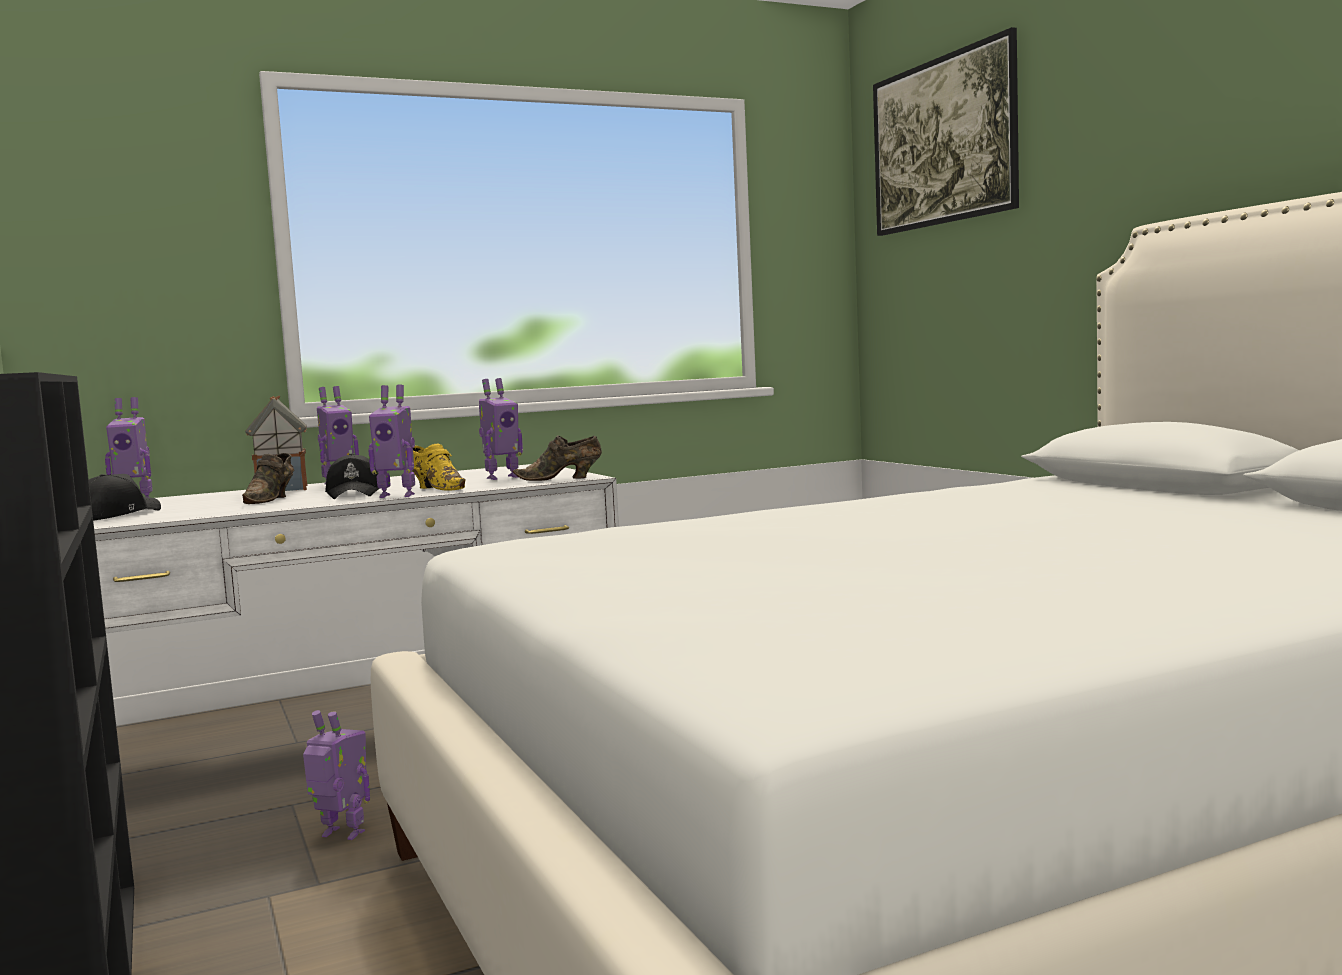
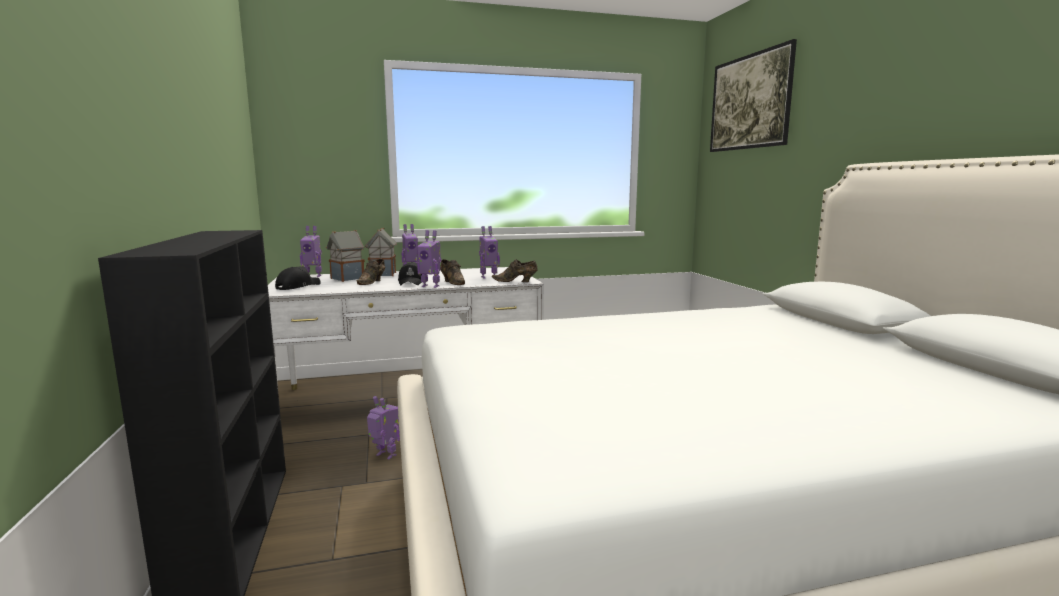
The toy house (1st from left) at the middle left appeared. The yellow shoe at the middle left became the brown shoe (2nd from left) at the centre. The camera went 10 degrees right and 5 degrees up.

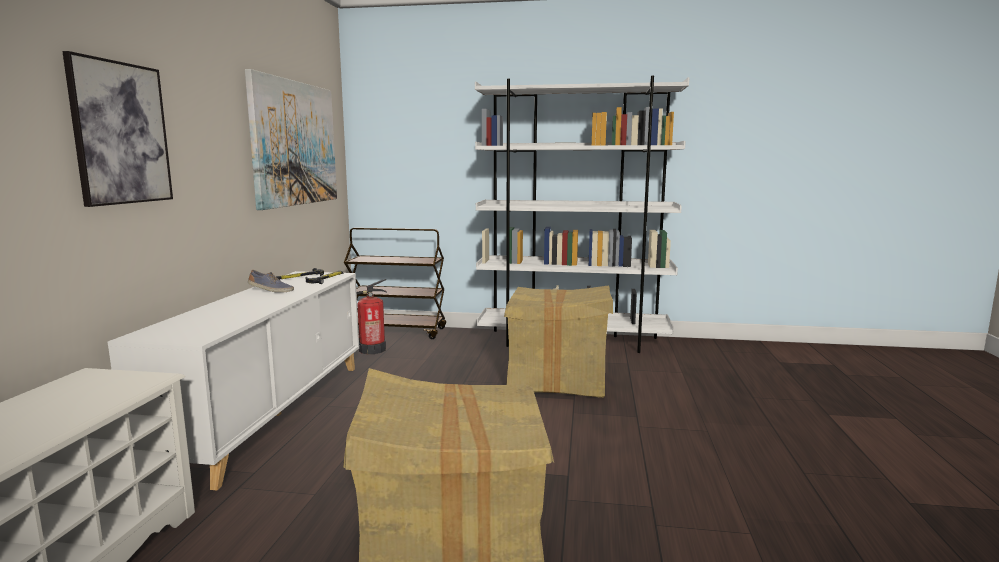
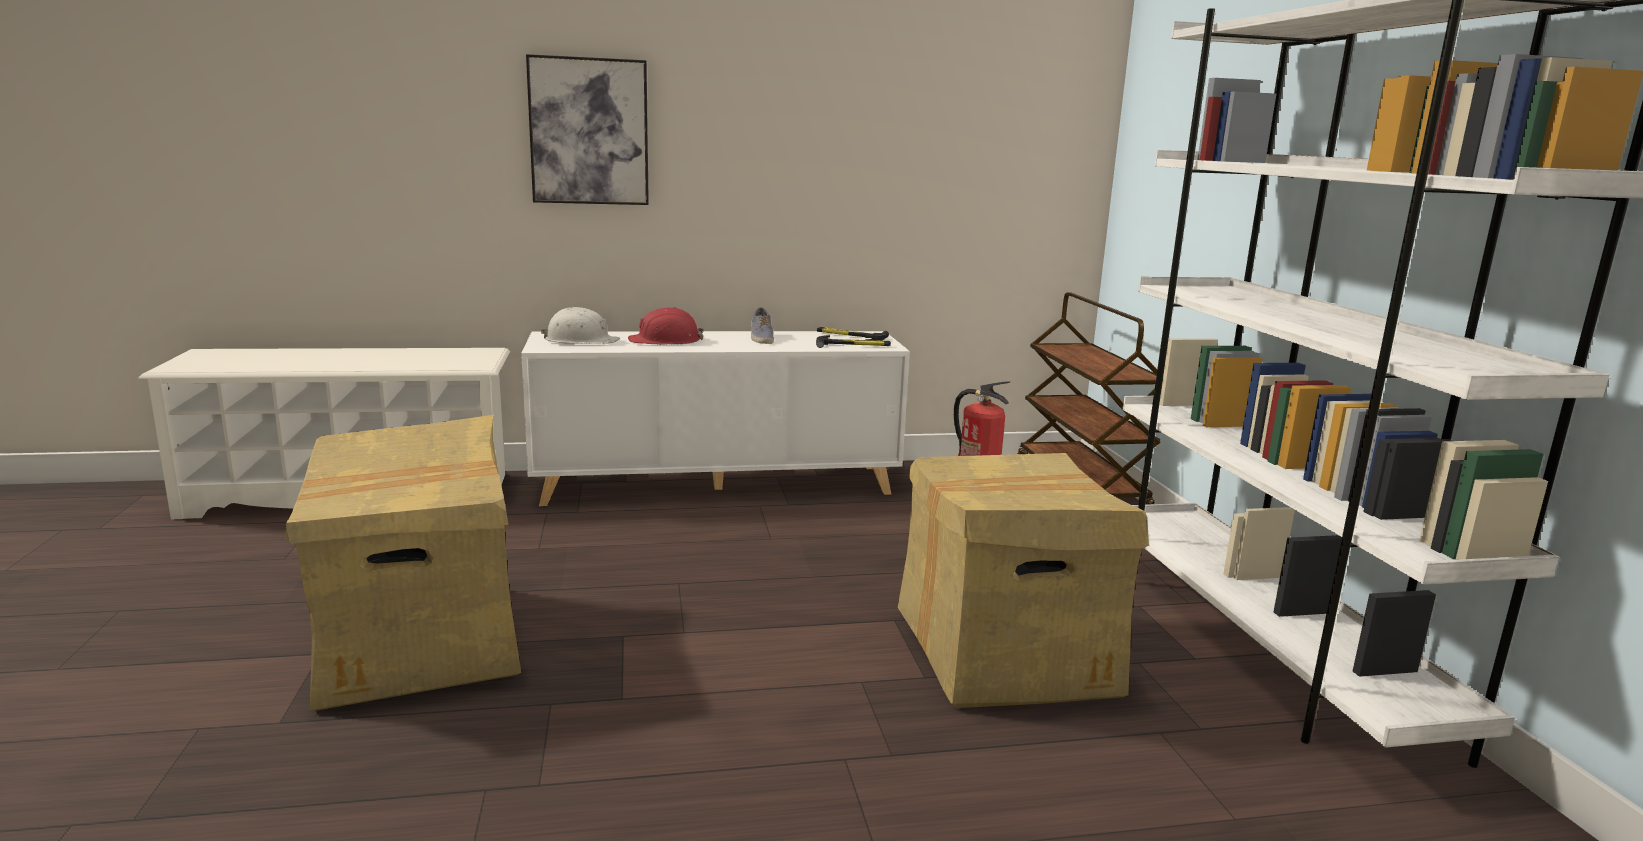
The picture (2nd from left) at the top left disappeared. The white hard hat at the centre appeared. The red hard hat at the centre appeared. The camera went 70 degrees right and 5 degrees up.

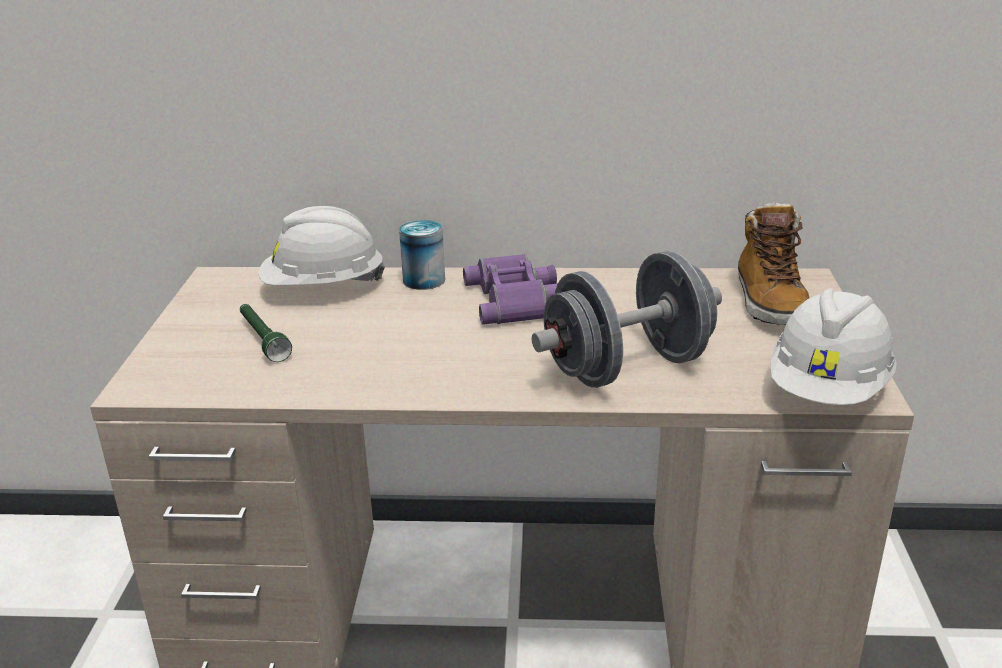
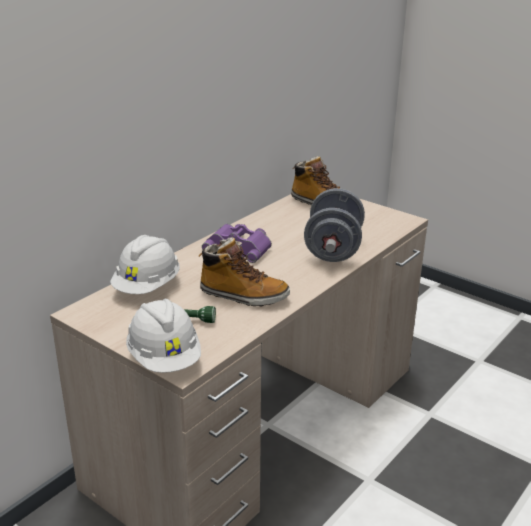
The can at the centre disappeared. The boot (1st from left) at the centre appeared. The white hard hat (2nd from left) moved from the middle right to the middle left. The camera went 55 degrees left and 0 degrees up.

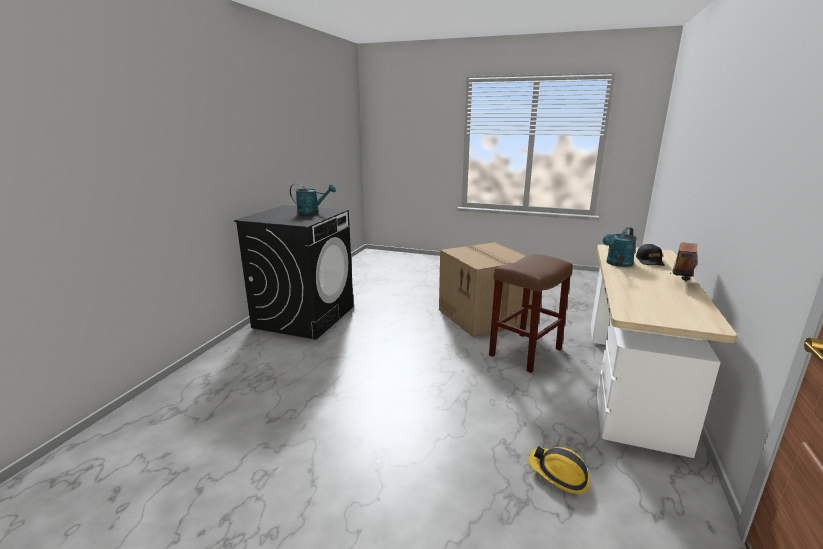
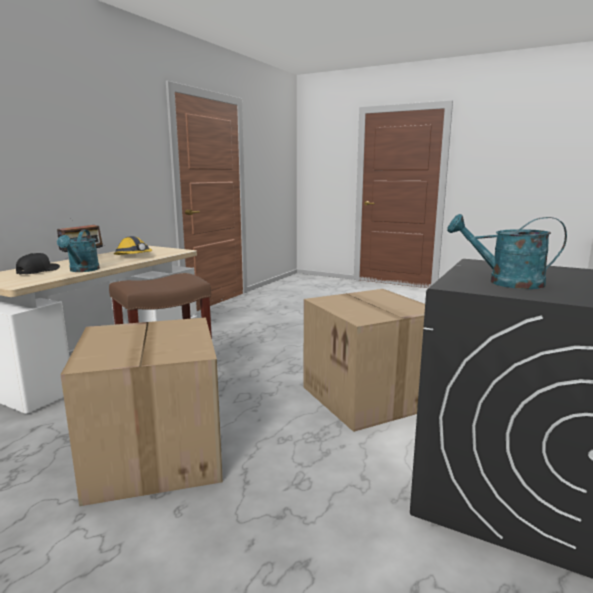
The cardboard box (2nd from left) at the centre appeared. The hard hat moved from the bottom right to the middle left. The turquoise watering can (2nd from left in the first image) at the middle right turned 120 degrees clockwise. The camera went 170 degrees left and 5 degrees down.

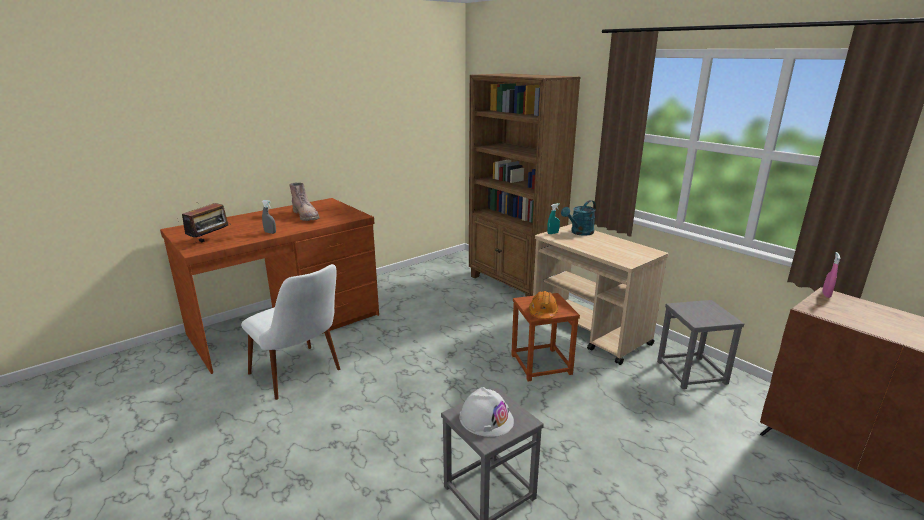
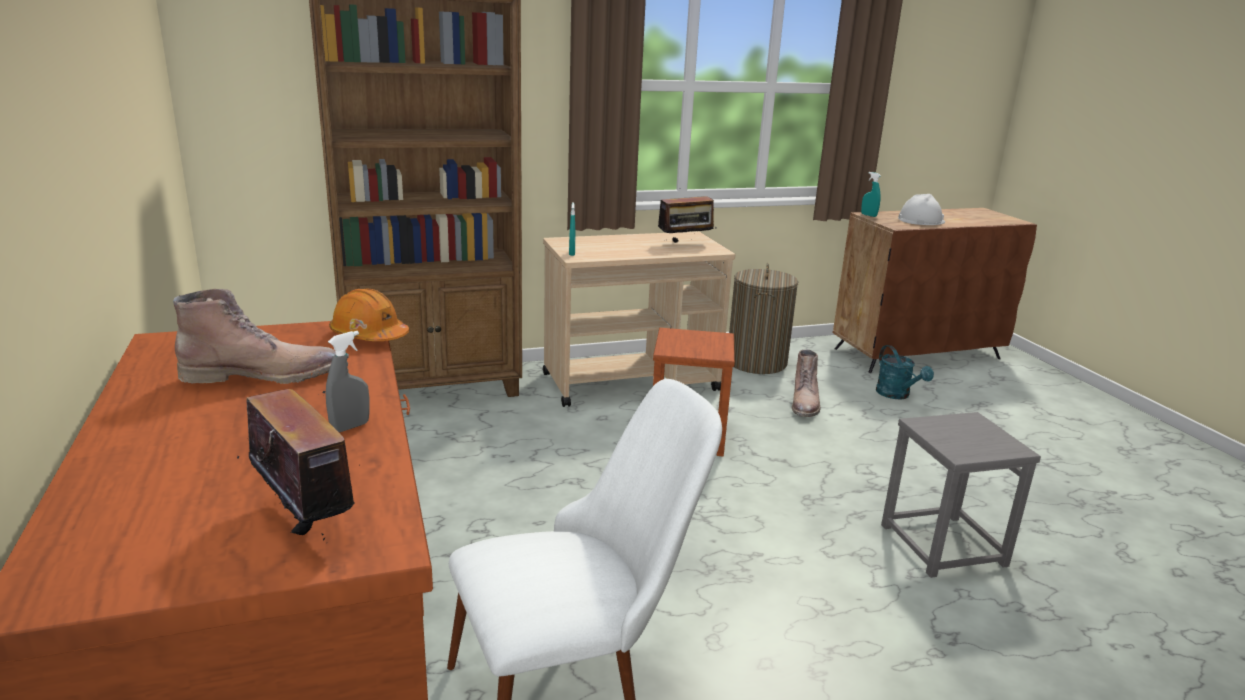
The radio (2nd from left) at the top centre appeared. The brown boot (2nd from left) at the centre appeared. The white hard hat moved from the bottom centre to the top right. The orange hard hat moved from the centre to the middle left. The turquoise watering can moved from the centre to the middle right. The grey stool (2nd from left) at the middle right was replaced by the laundry basket at the centre. The pink spray bottle at the middle right became the turquoise spray bottle (2nd from left) at the top right. The camera went 70 degrees left and 0 degrees up.

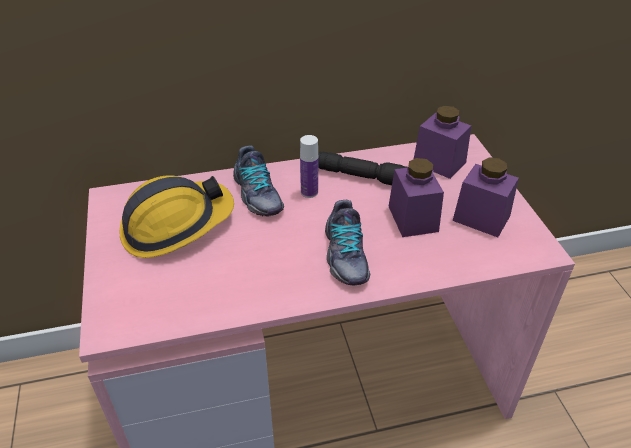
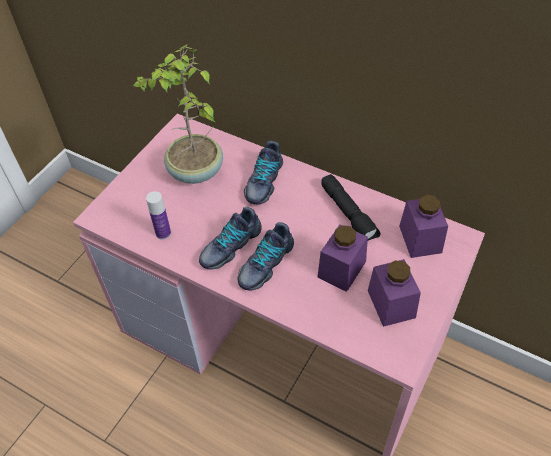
The shoe (1st from left) at the centre appeared. The bottle moved from the centre to the middle left. The hard hat at the middle left was replaced by the potted plant at the top left. The camera went 45 degrees right and 10 degrees up.

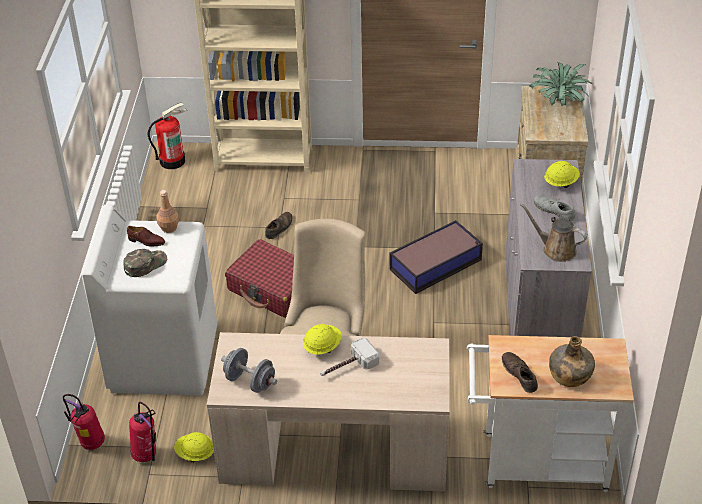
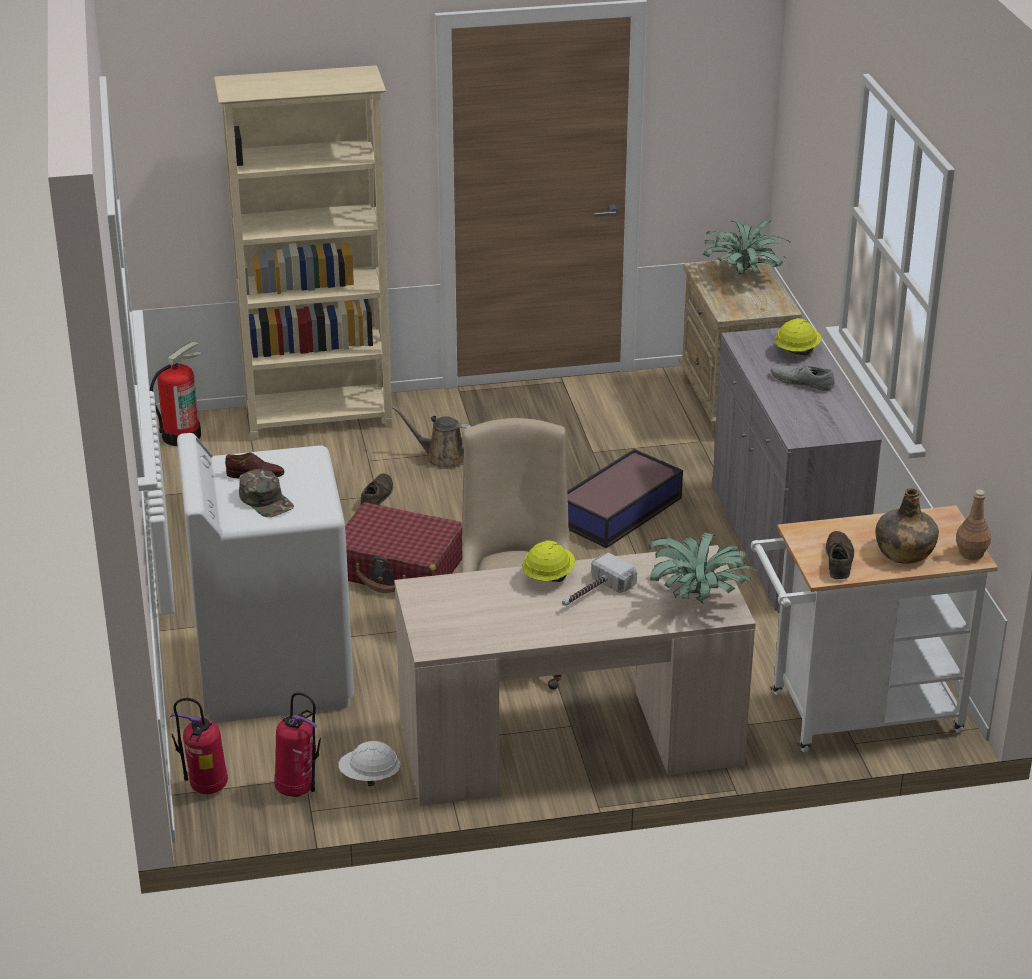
The grey dumbbell at the bottom centre disappeared. The potted plant (1st from left) at the middle right appeared. The brown bottle moved from the middle left to the middle right. The brown watering can moved from the middle right to the centre. The yellow hard hat (1st from left) at the bottom left became the white hard hat at the bottom centre. The green cap at the middle left turned 105 degrees clockwise. The brown shoe (3rd from left) at the bottom right turned 45 degrees clockwise. The camera went 15 degrees left and 10 degrees down.

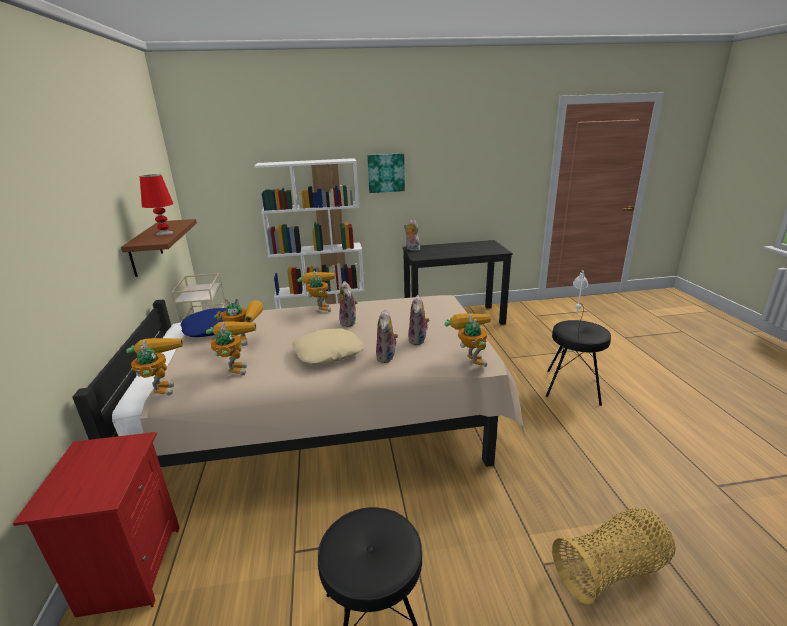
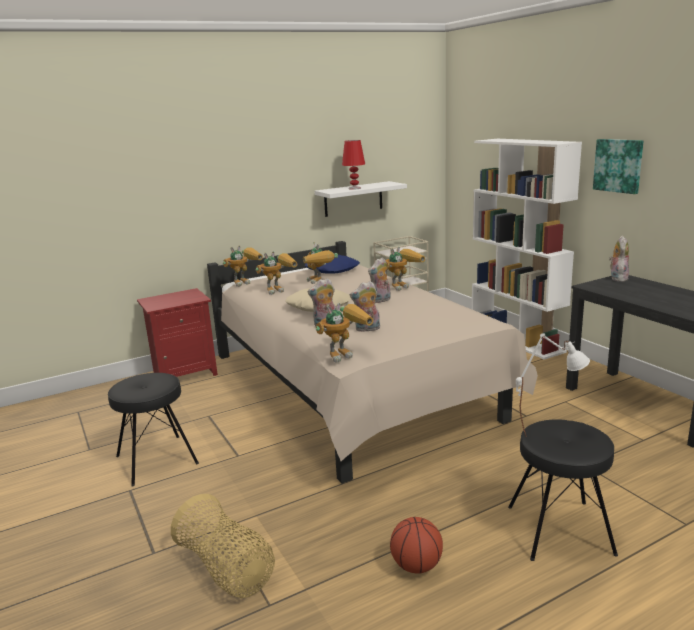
The basketball at the bottom centre appeared. The brown shelf at the middle left became the white shelf at the top centre. The camera went 70 degrees right and 5 degrees down.

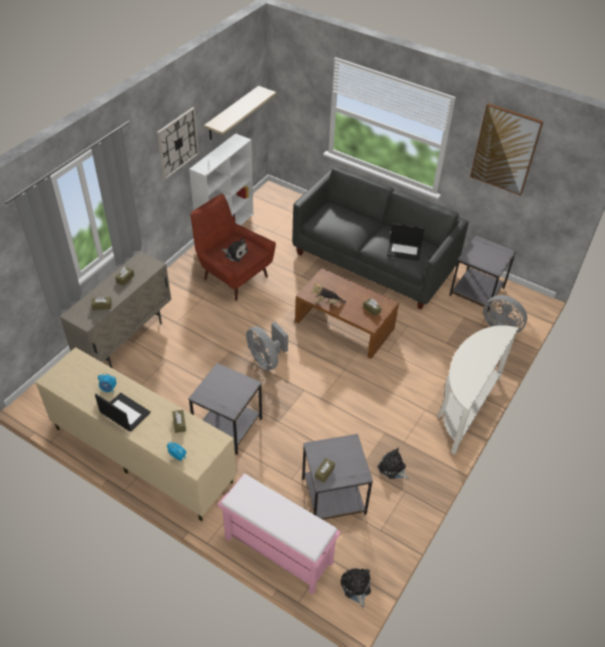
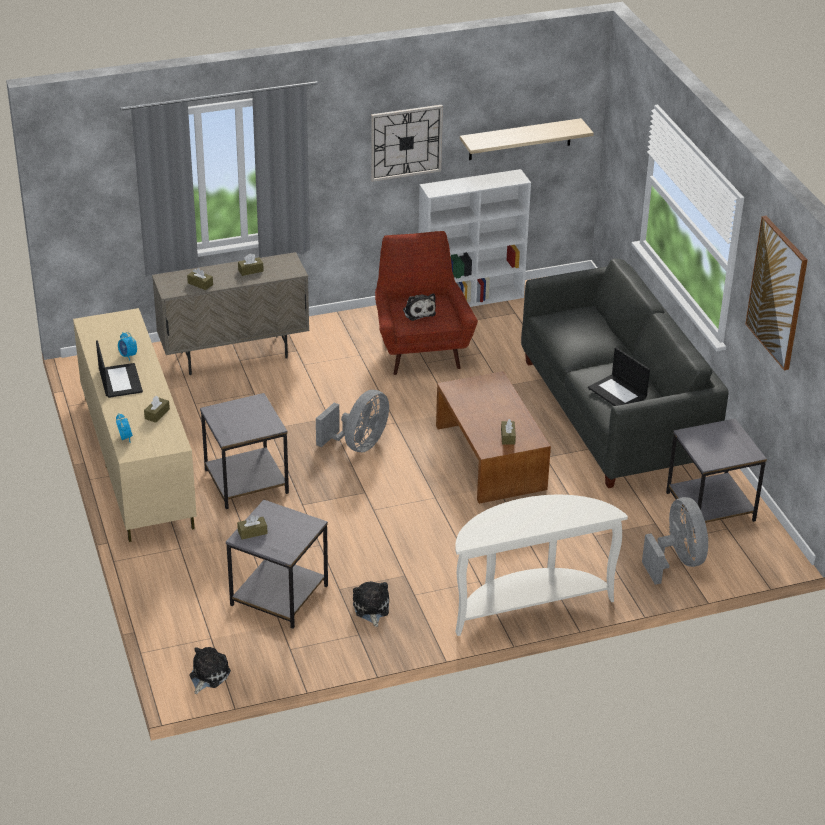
The pink bench at the bottom centre disappeared. The plush toy (2nd from left) at the centre disappeared. The grey fan (1st from left) at the centre turned 150 degrees counterclockwise. The camera went 40 degrees right and 10 degrees down.

